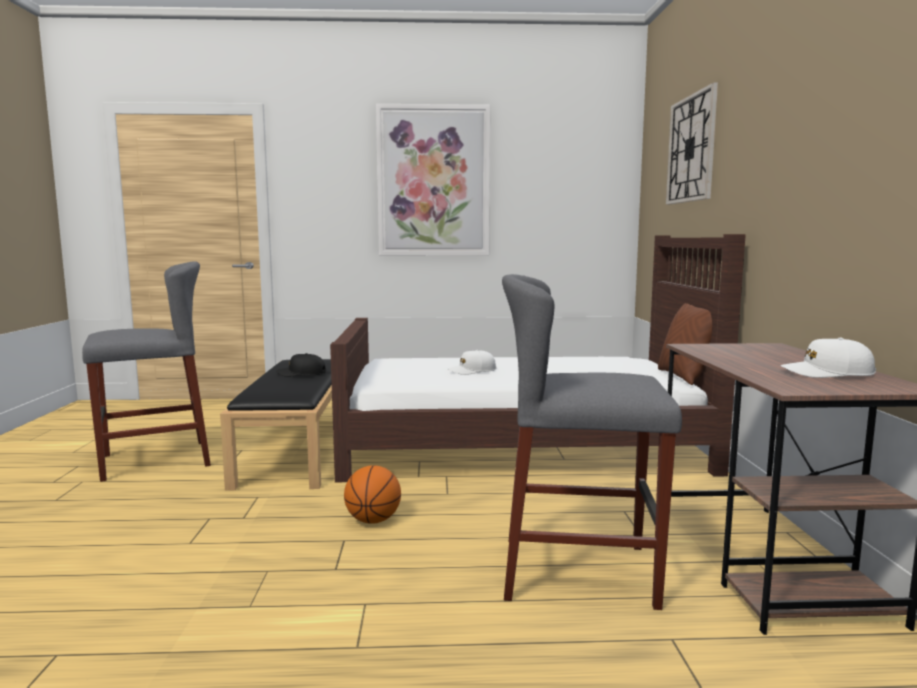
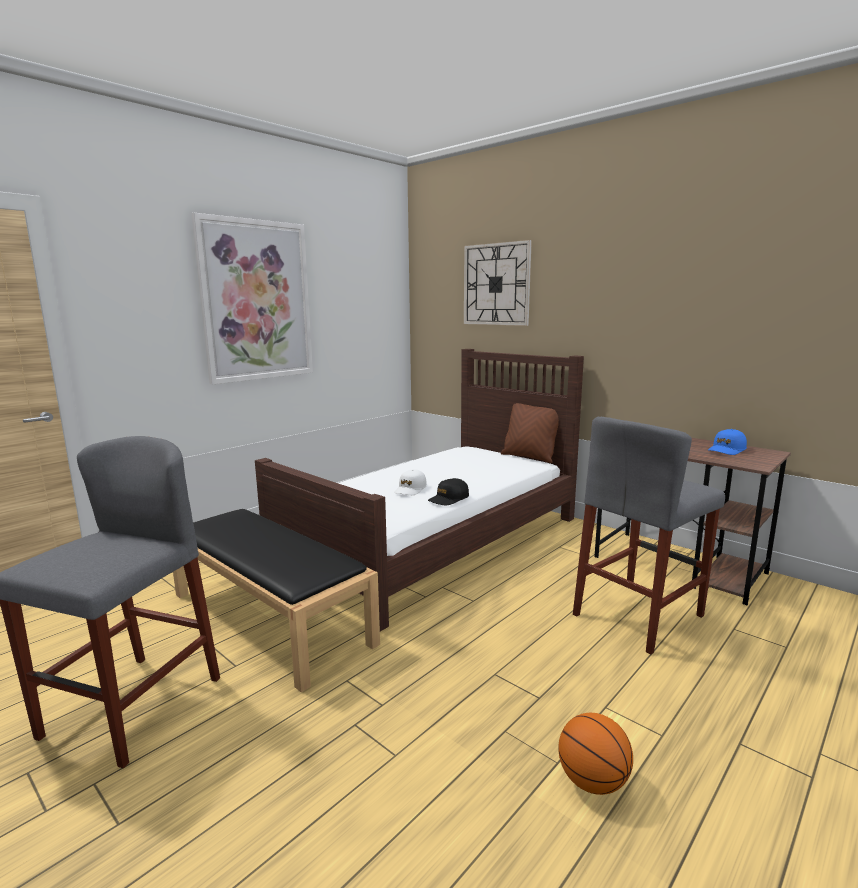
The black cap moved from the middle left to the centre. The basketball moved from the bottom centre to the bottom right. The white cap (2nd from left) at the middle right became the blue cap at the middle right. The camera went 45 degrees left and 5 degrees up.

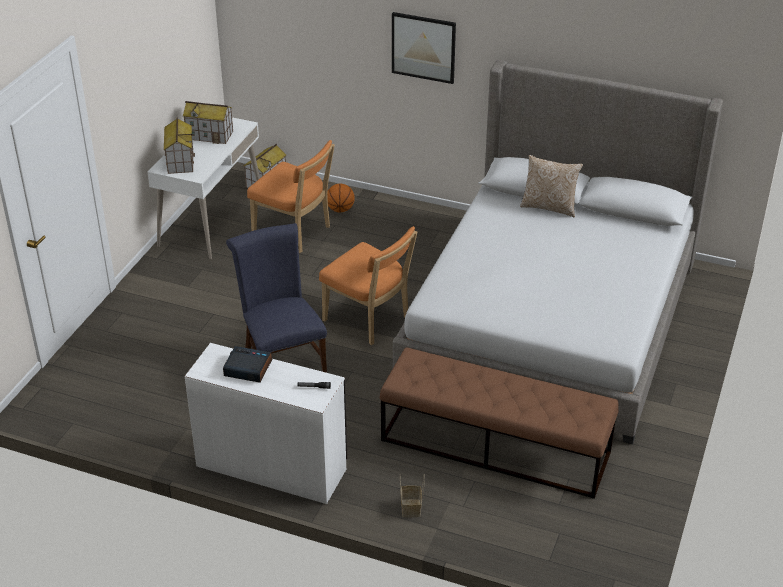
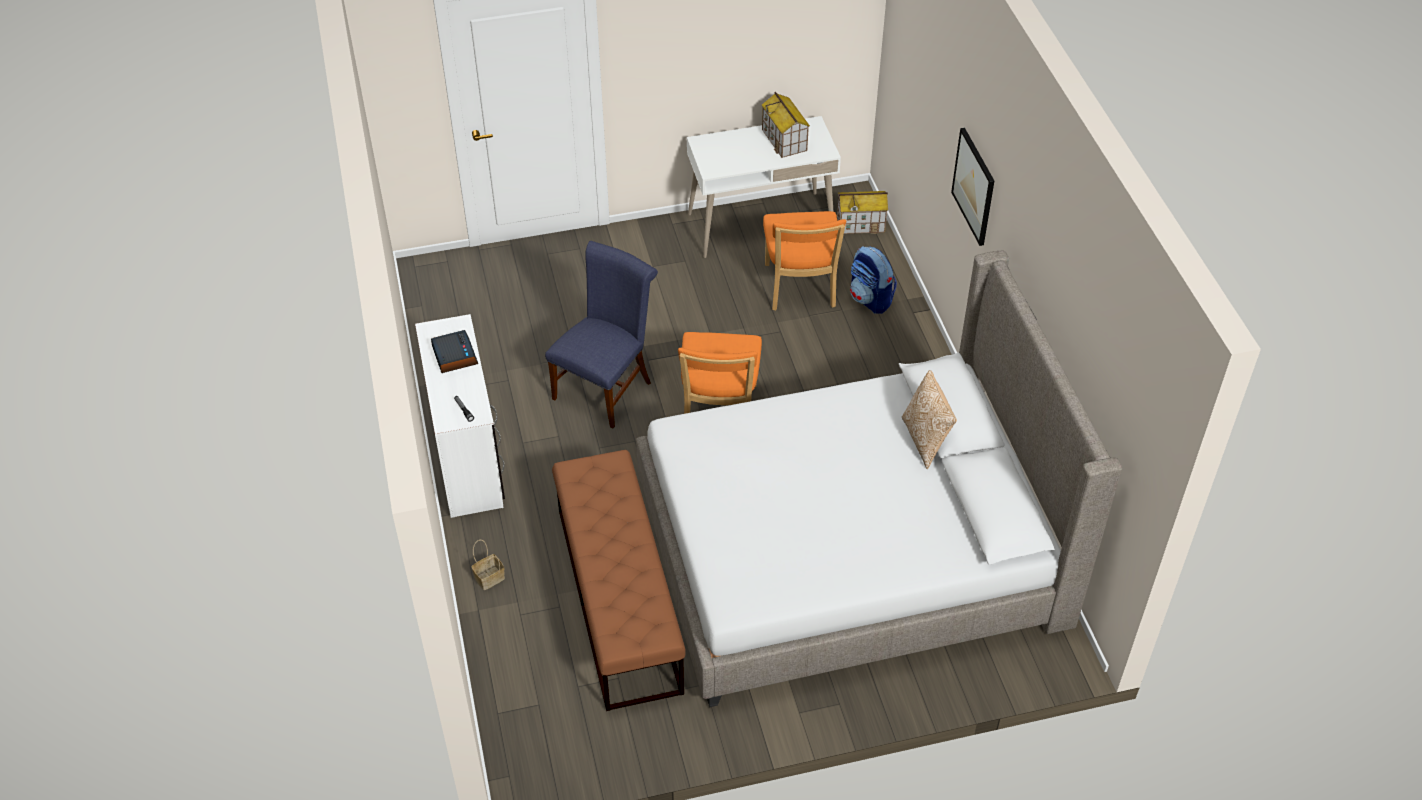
The toy house (1st from left) at the top left disappeared. The basketball at the centre was replaced by the backpack at the centre. The camera went 55 degrees right and 10 degrees up.

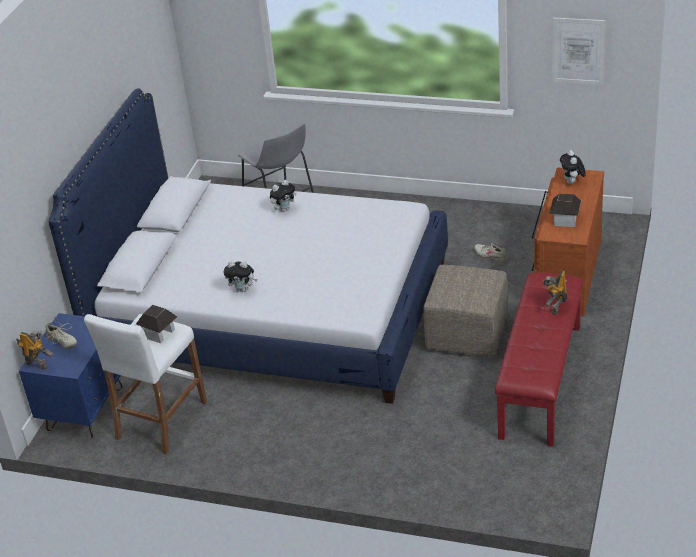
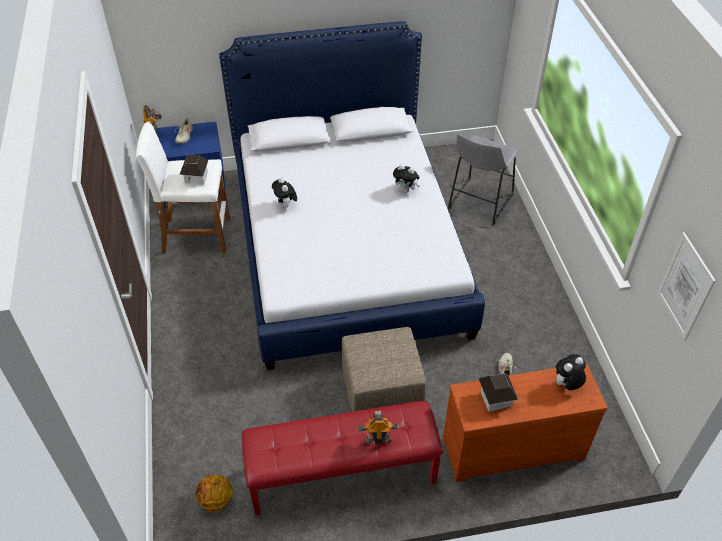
The basketball at the bottom left appeared. The camera went 60 degrees right and 10 degrees up.

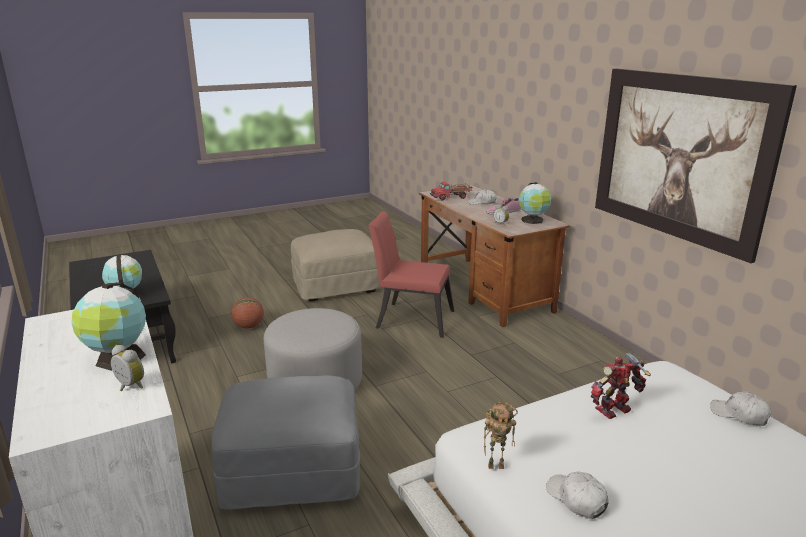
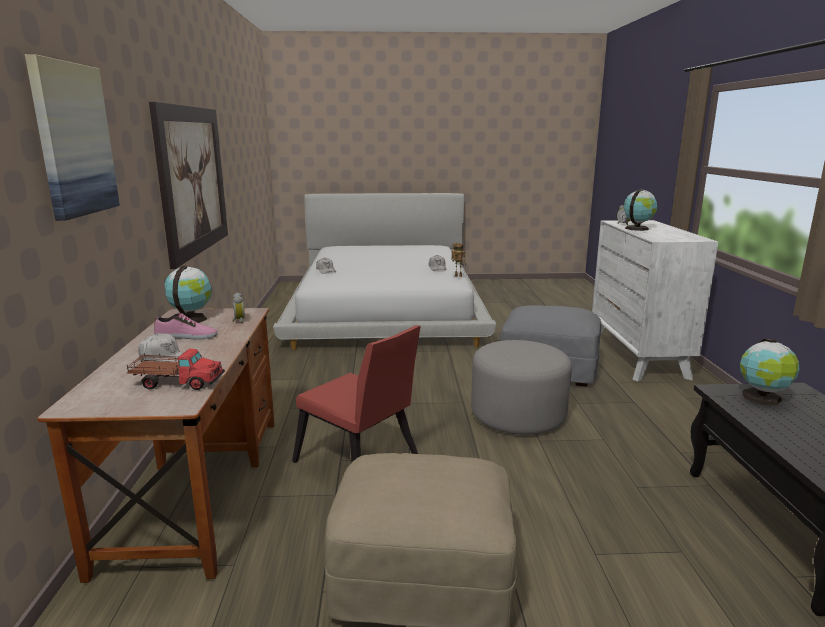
The basketball at the middle left disappeared. The toy robot (2nd from left) at the bottom right disappeared. The picture (1st from left) at the top left appeared. The camera went 155 degrees left and 5 degrees down.

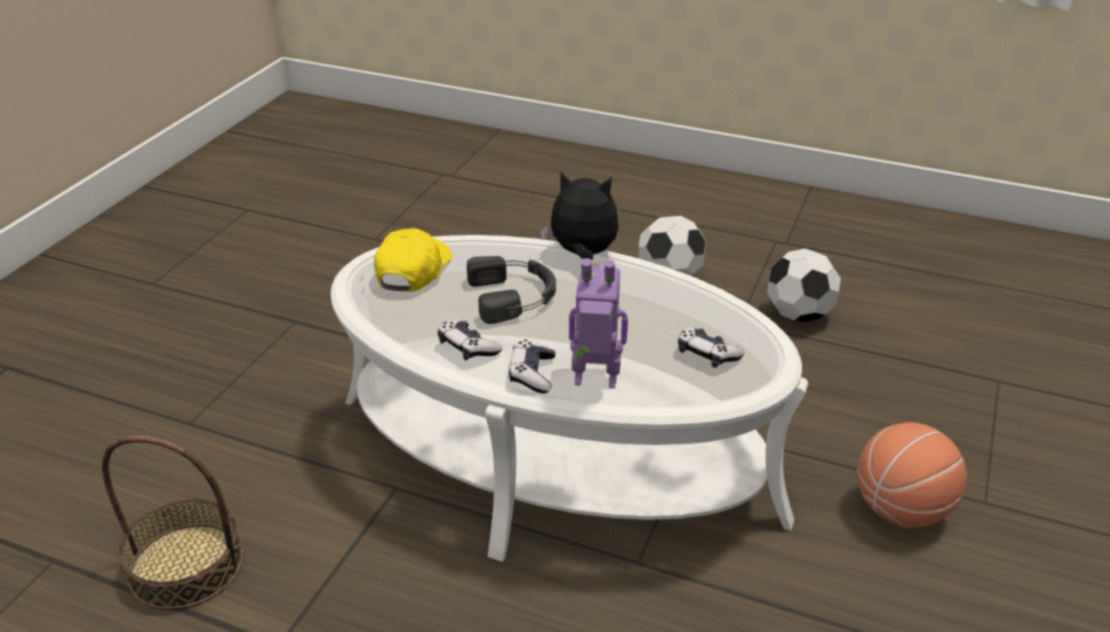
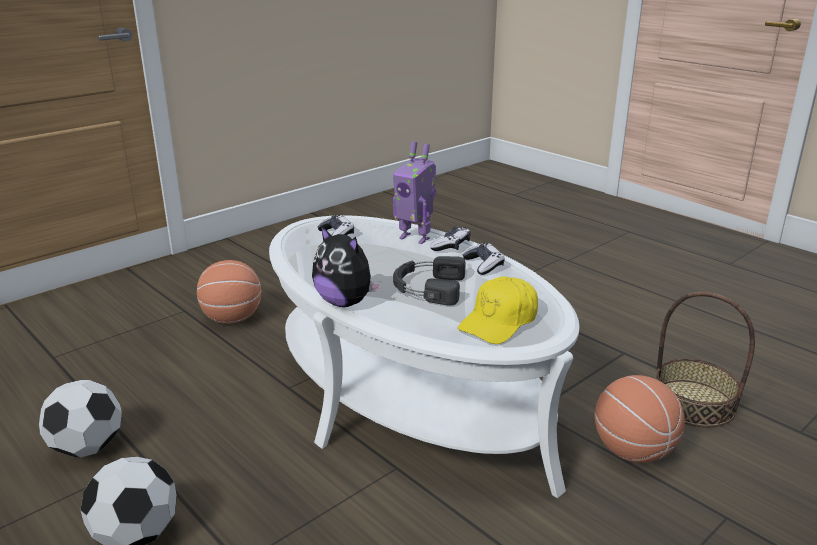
The basketball (2nd from left) at the bottom right appeared. The camera went 155 degrees left and 10 degrees down.

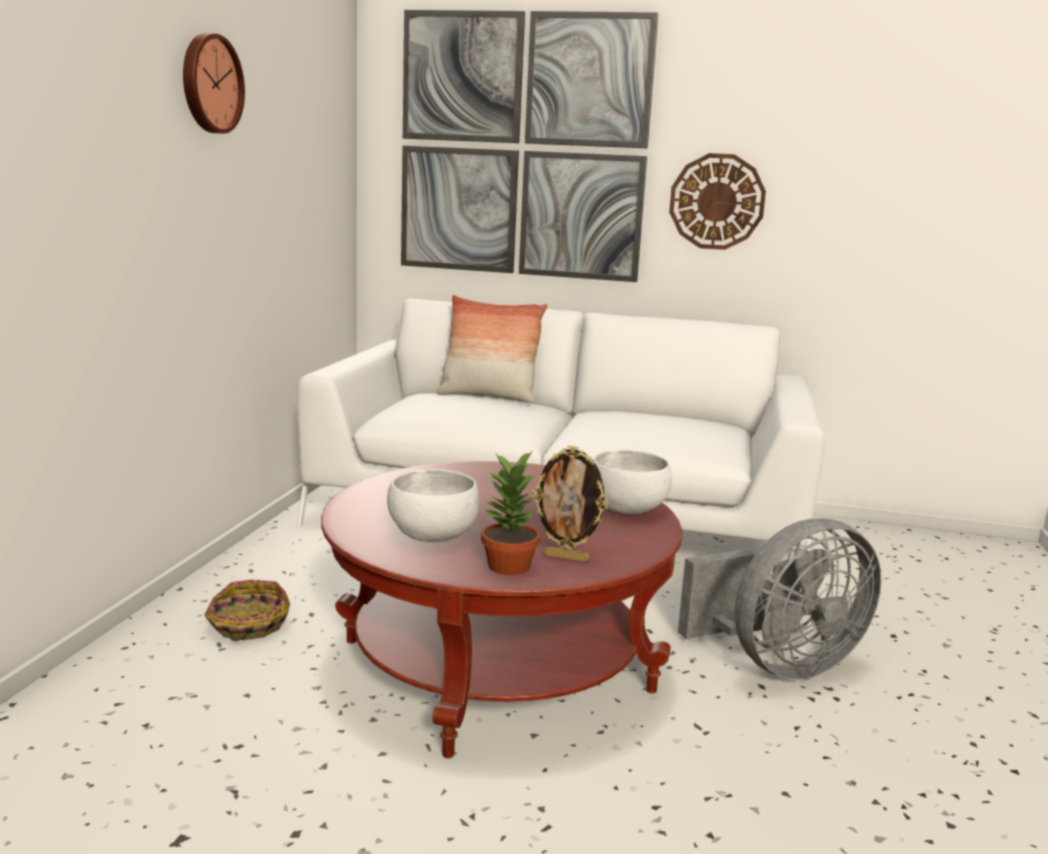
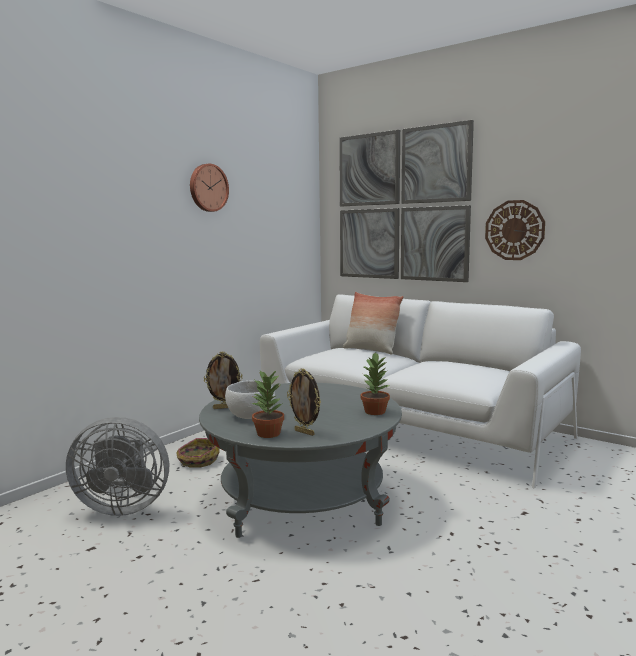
The picture frame (1st from left) at the centre appeared. The grey fan moved from the bottom right to the bottom left. The white bowl (2nd from left) at the centre was replaced by the potted plant (2nd from left) at the centre. The red coffee table at the bottom centre became the grey coffee table at the bottom centre. The camera went 25 degrees right and 5 degrees down.

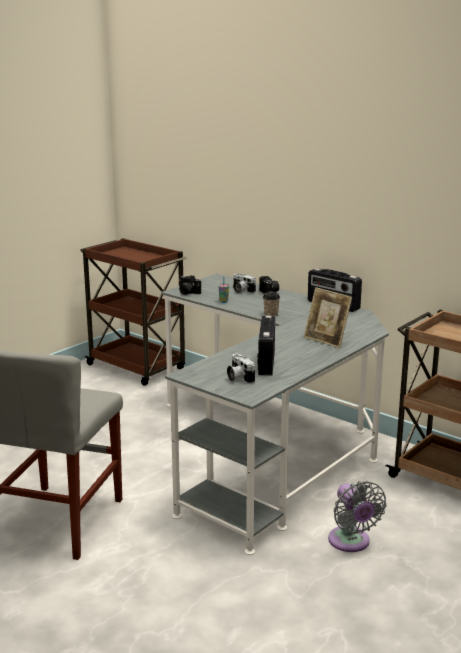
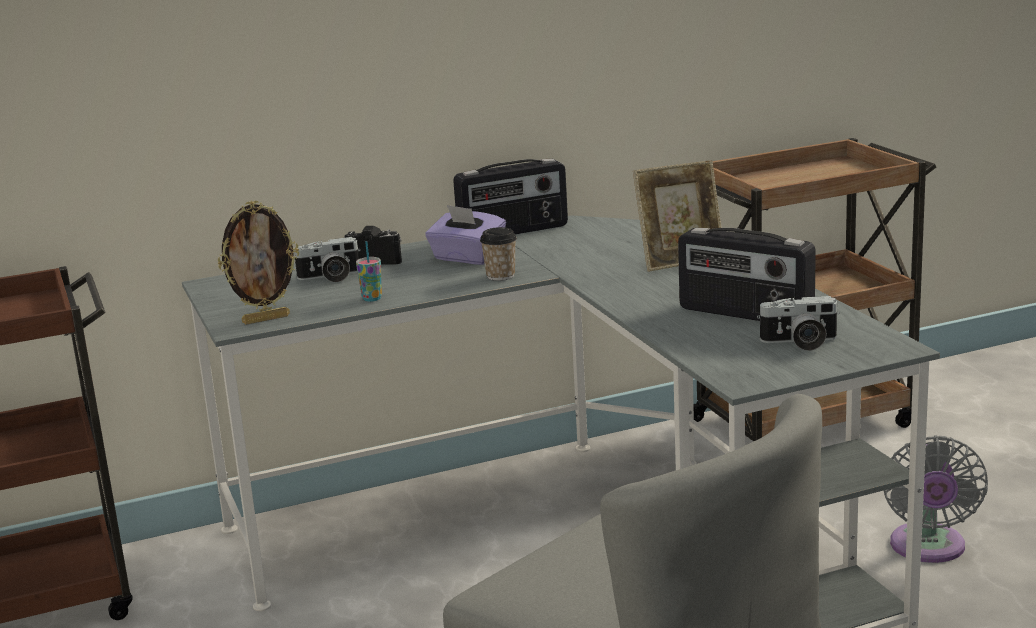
The purple tissue box at the centre appeared. The photo camera (1st from left) at the centre was replaced by the picture frame (1st from left) at the middle left. The grey fan at the bottom right turned 90 degrees clockwise. The camera went 60 degrees left and 0 degrees up.

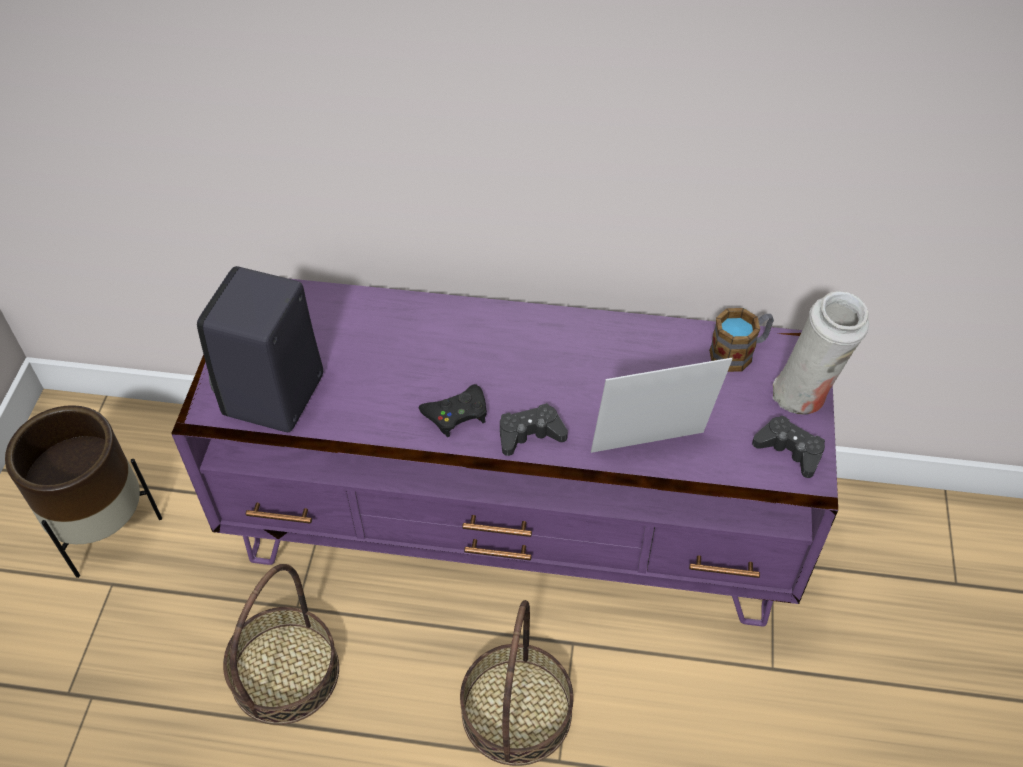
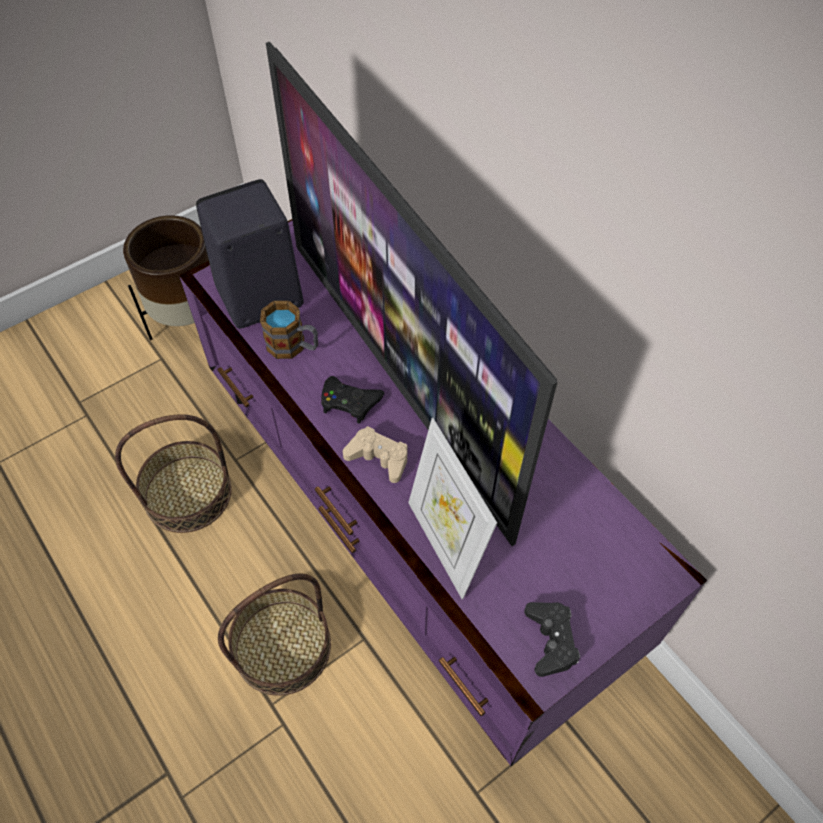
The white vase at the middle right disappeared. The television at the centre appeared. The mug moved from the middle right to the centre. The black game controller (2nd from left) at the centre became the beige game controller at the centre. The picture frame at the centre turned 150 degrees counterclockwise. The camera went 45 degrees right and 5 degrees up.

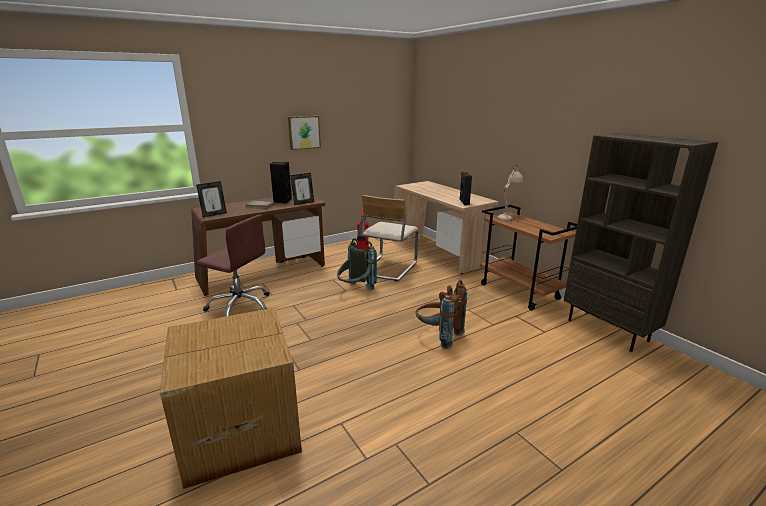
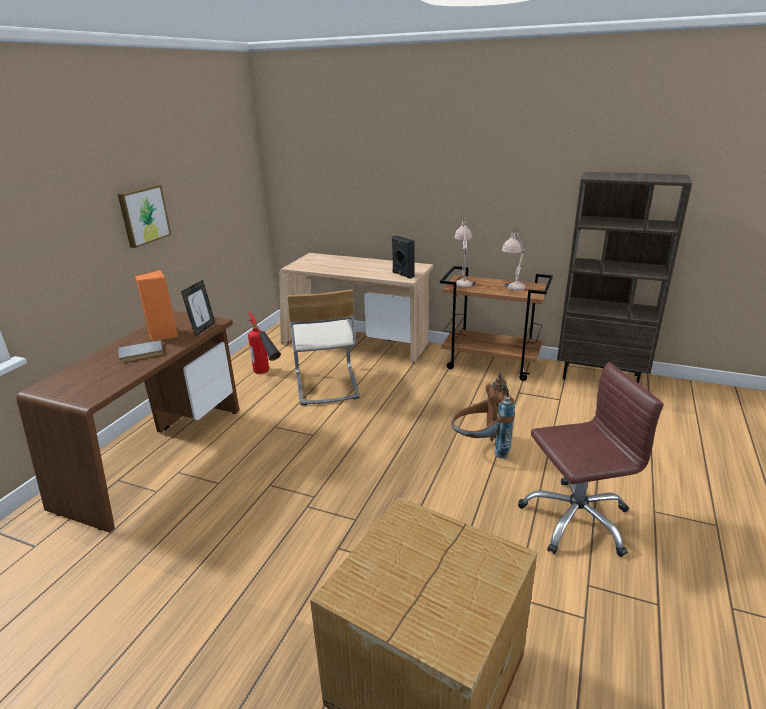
The picture frame (1st from left) at the middle left disappeared. The grey backpack at the centre disappeared. The beige table lamp (2nd from left) at the middle right appeared. The brown office chair moved from the middle left to the middle right. The black speaker (1st from left) at the centre became the orange speaker at the middle left. The camera went 35 degrees left and 5 degrees up.

